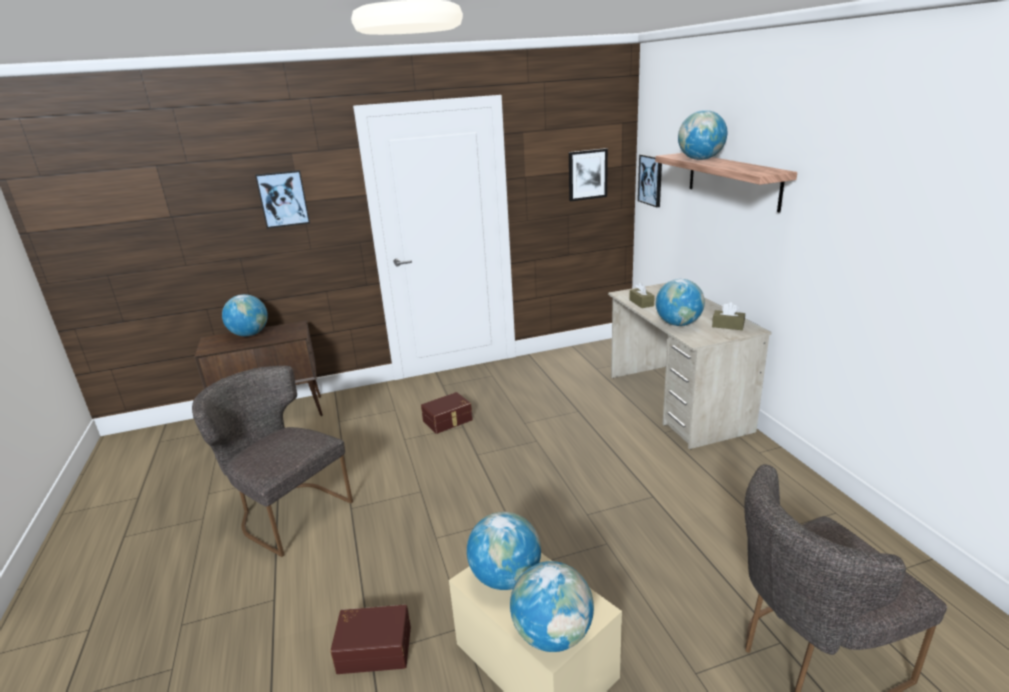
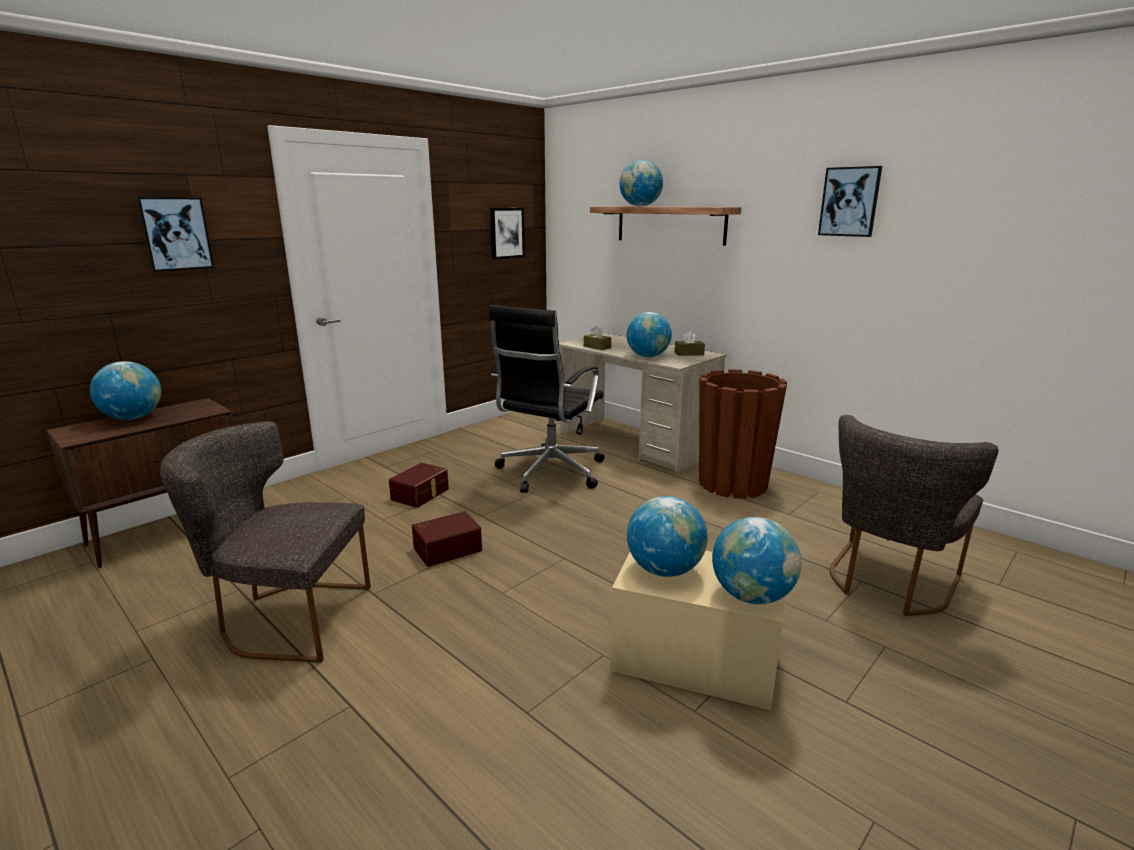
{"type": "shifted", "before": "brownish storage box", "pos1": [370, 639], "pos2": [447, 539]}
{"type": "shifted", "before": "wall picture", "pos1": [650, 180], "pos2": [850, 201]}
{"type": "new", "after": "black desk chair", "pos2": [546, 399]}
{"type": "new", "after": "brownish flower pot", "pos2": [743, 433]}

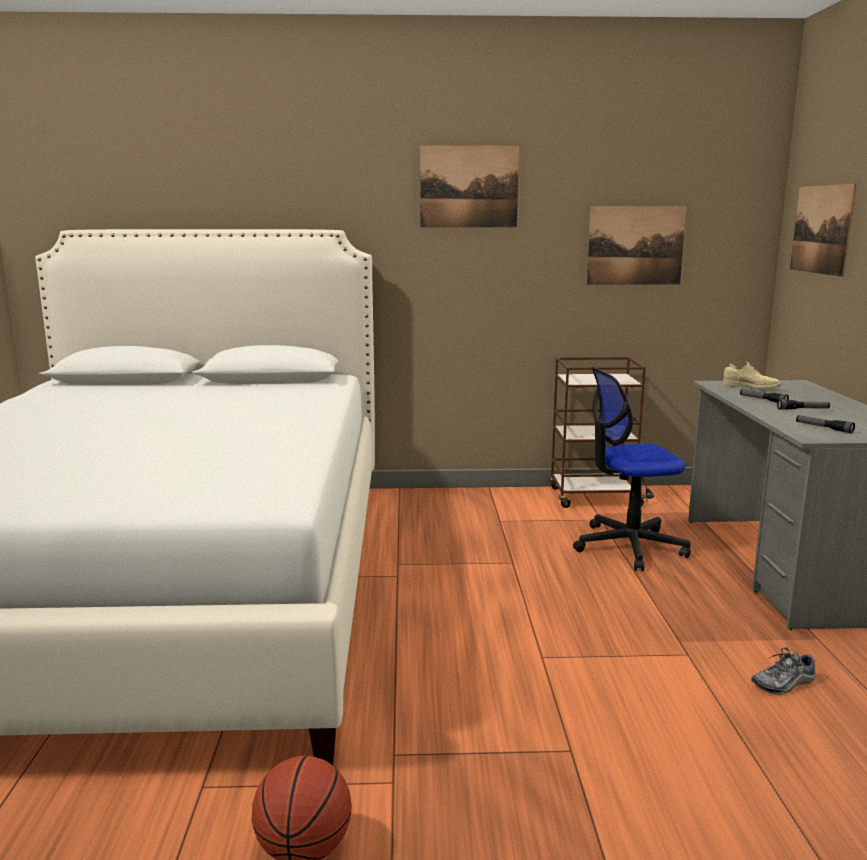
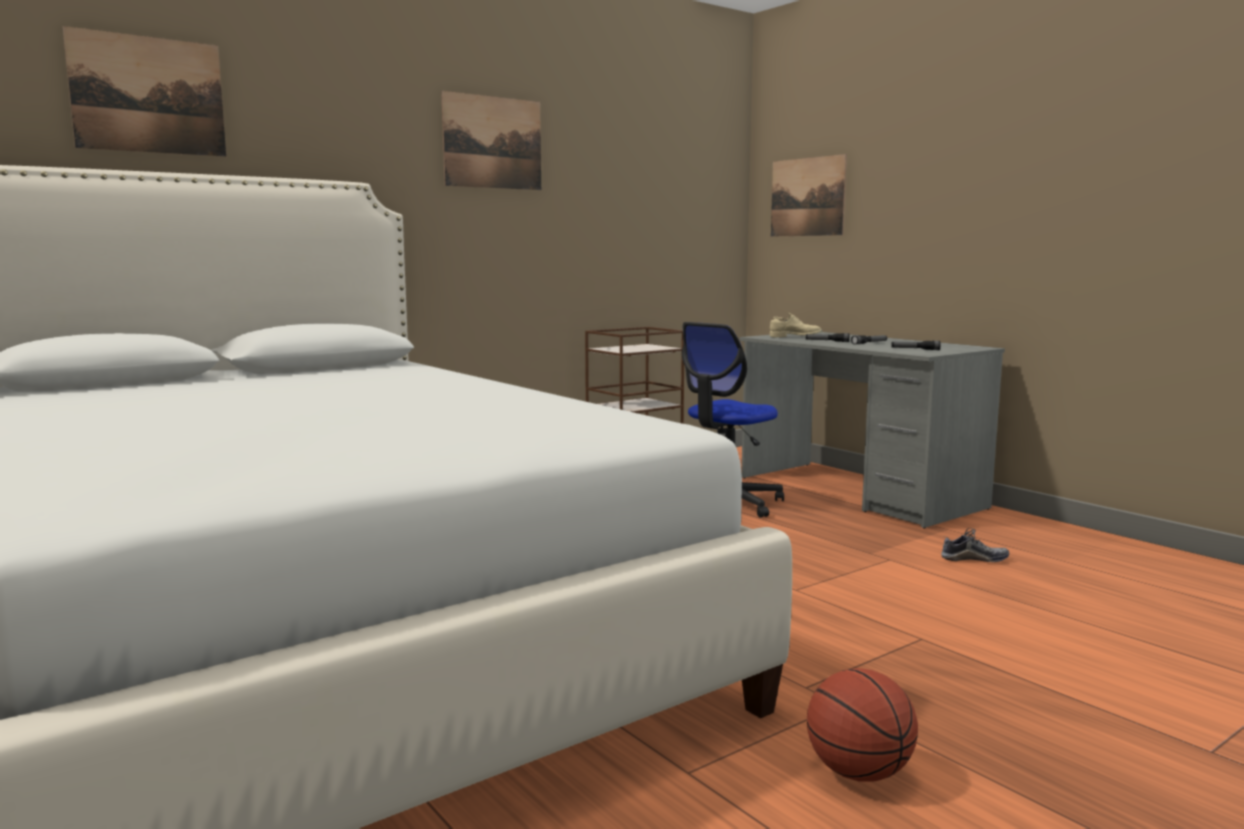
{"type": "shifted", "before": "wall picture", "pos1": [636, 245], "pos2": [144, 91]}
{"type": "rotated", "before": "low shoe", "pos1": [783, 671], "pos2": [975, 545], "turn": -120}

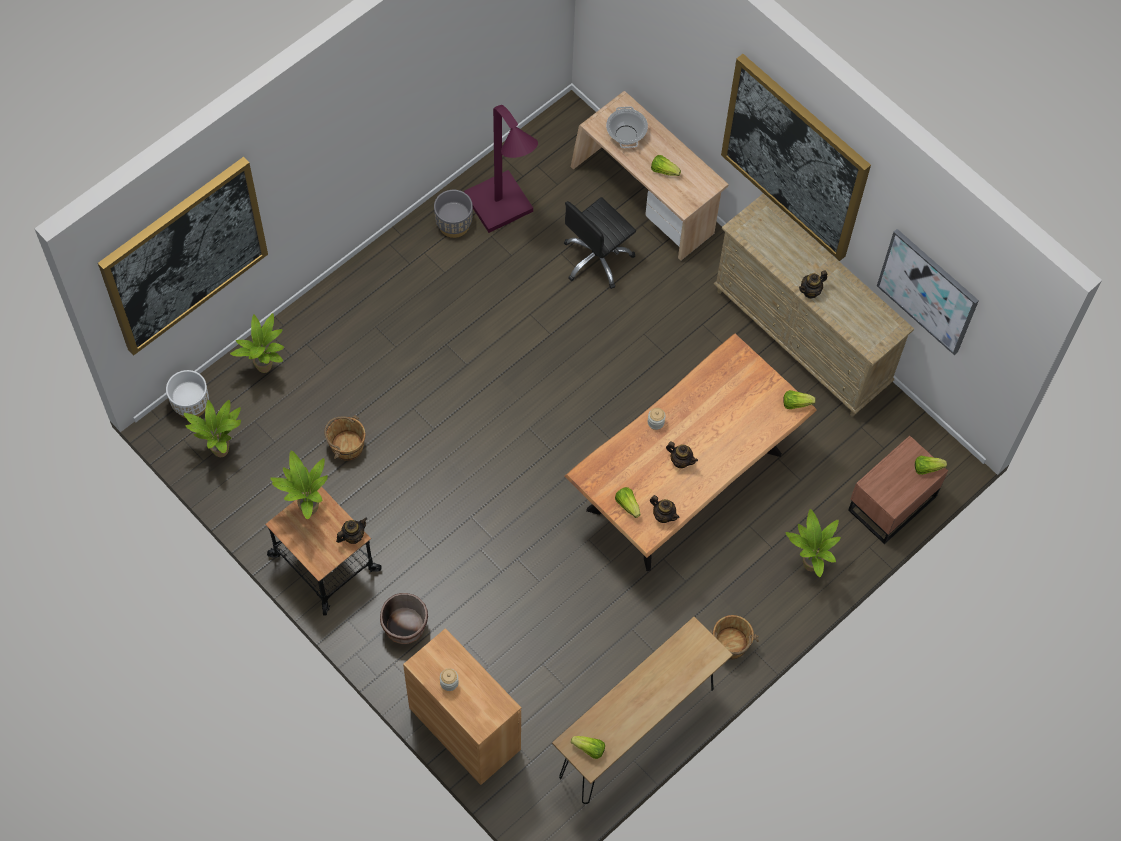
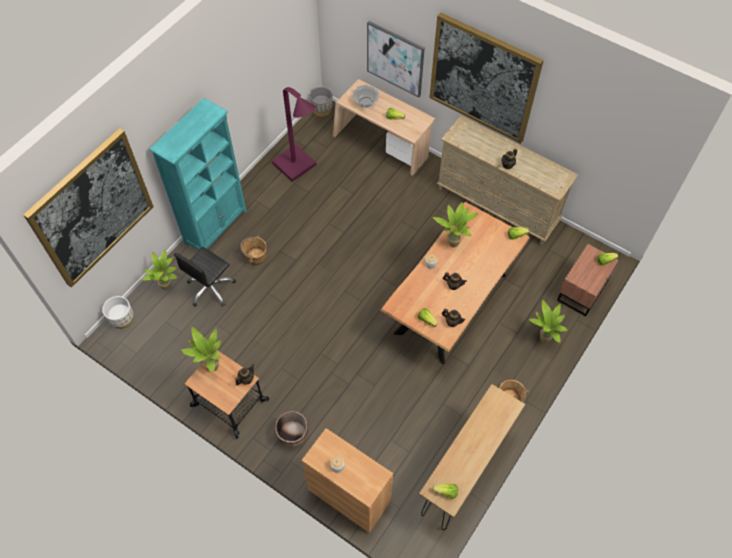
{"type": "shifted", "before": "plant in a pot", "pos1": [212, 428], "pos2": [456, 224]}
{"type": "shifted", "before": "brownish bucket", "pos1": [345, 438], "pos2": [253, 250]}
{"type": "shifted", "before": "grey flower pot", "pos1": [453, 214], "pos2": [321, 102]}
{"type": "shifted", "before": "black desk chair", "pos1": [600, 243], "pos2": [205, 277]}
{"type": "shifted", "before": "wall picture", "pos1": [928, 292], "pos2": [396, 59]}
{"type": "new", "after": "turquoise shelving unit", "pos2": [198, 174]}

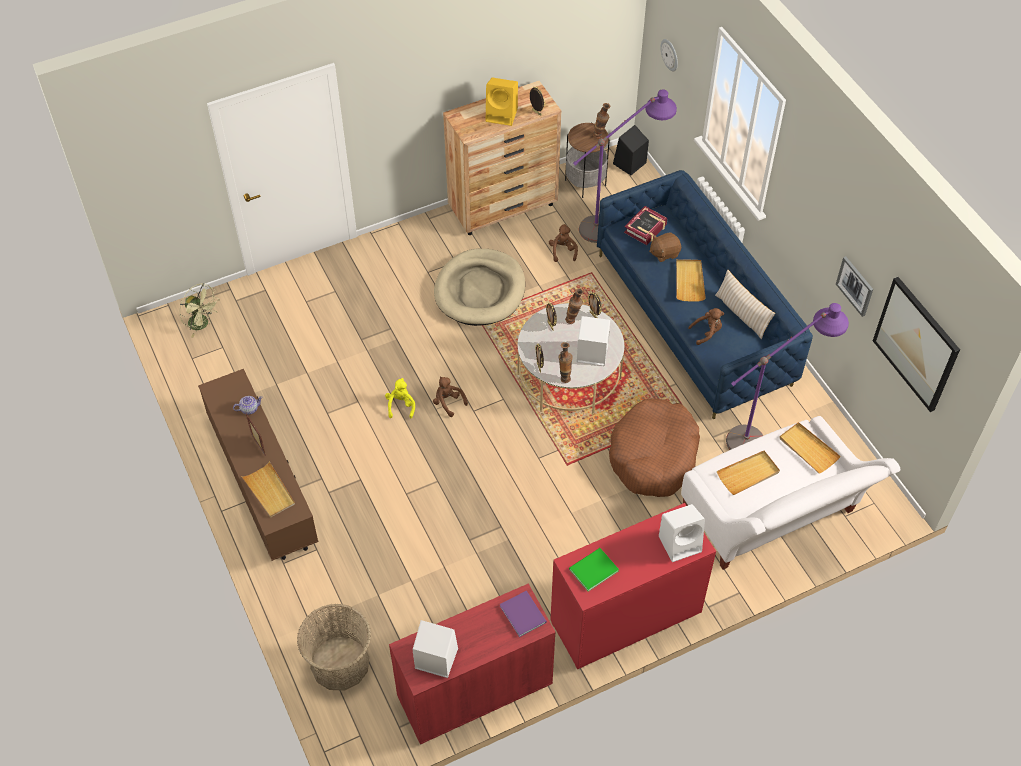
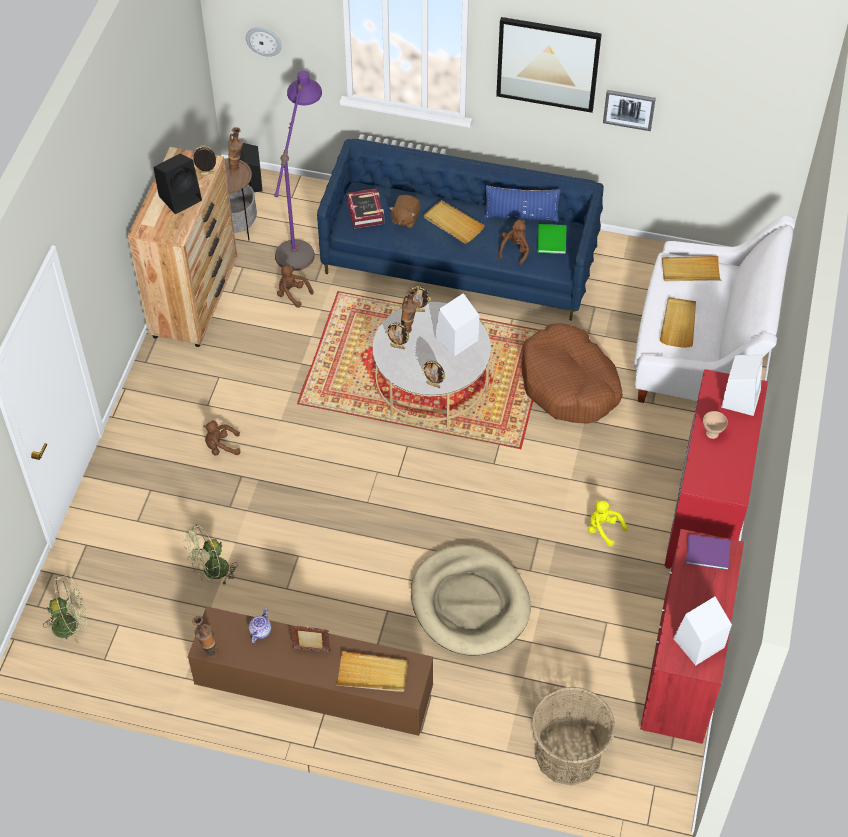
{"type": "shifted", "before": "yellowish soft toy", "pos1": [400, 398], "pos2": [607, 523]}
{"type": "shifted", "before": "brownish soft toy", "pos1": [450, 396], "pos2": [221, 438]}
{"type": "shifted", "before": "beige-coloured pet bed", "pos1": [479, 287], "pos2": [471, 600]}
{"type": "repainted", "before": "yellowish loudspeaker", "after": "black loudspeaker", "pos1": [502, 102], "pos2": [178, 184]}
{"type": "shifted", "before": "flower vase", "pos1": [565, 362], "pos2": [205, 637]}
{"type": "shifted", "before": "green bound book", "pos1": [594, 570], "pos2": [552, 239]}
{"type": "repainted", "before": "beige-coloured pillow", "after": "blue pillow", "pos1": [745, 304], "pos2": [522, 203]}
{"type": "gone", "before": "purplish standard lamp", "pos1": [787, 376]}
{"type": "shifted", "before": "wall picture", "pos1": [916, 344], "pos2": [549, 65]}
{"type": "new", "after": "green fan", "pos2": [210, 554]}
{"type": "new", "after": "beige-coloured bowl", "pos2": [715, 425]}

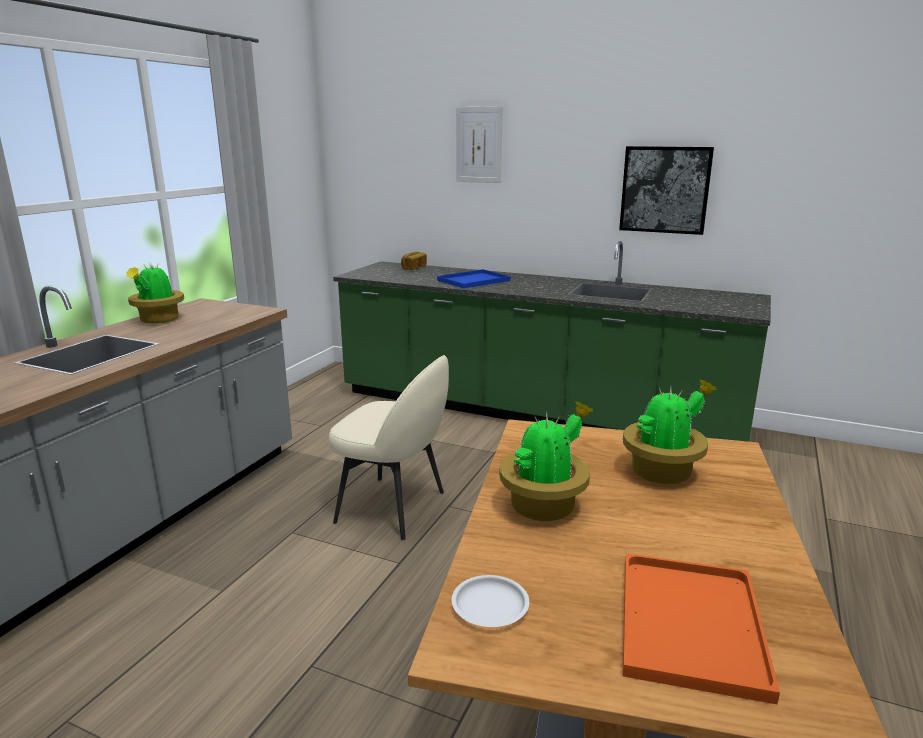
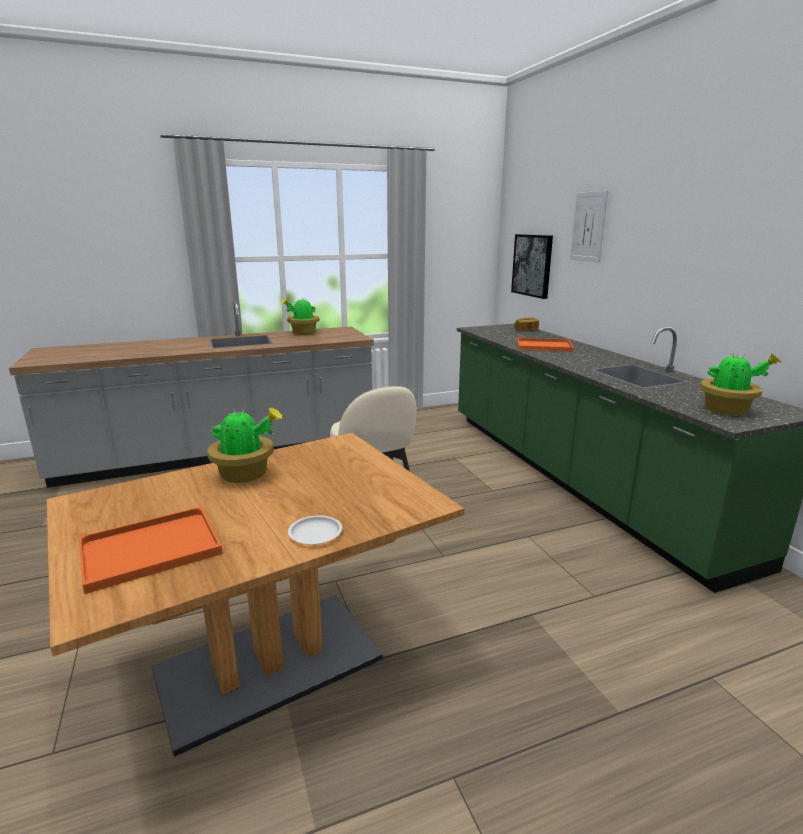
{"type": "repainted", "before": "blue carrying tray", "after": "orange-coloured carrying tray", "pos1": [473, 279], "pos2": [545, 345]}
{"type": "shifted", "before": "white-coloured dinner plate", "pos1": [490, 601], "pos2": [315, 530]}
{"type": "shifted", "before": "wall picture", "pos1": [666, 190], "pos2": [532, 266]}
{"type": "shifted", "before": "plant in a pot", "pos1": [669, 431], "pos2": [740, 383]}

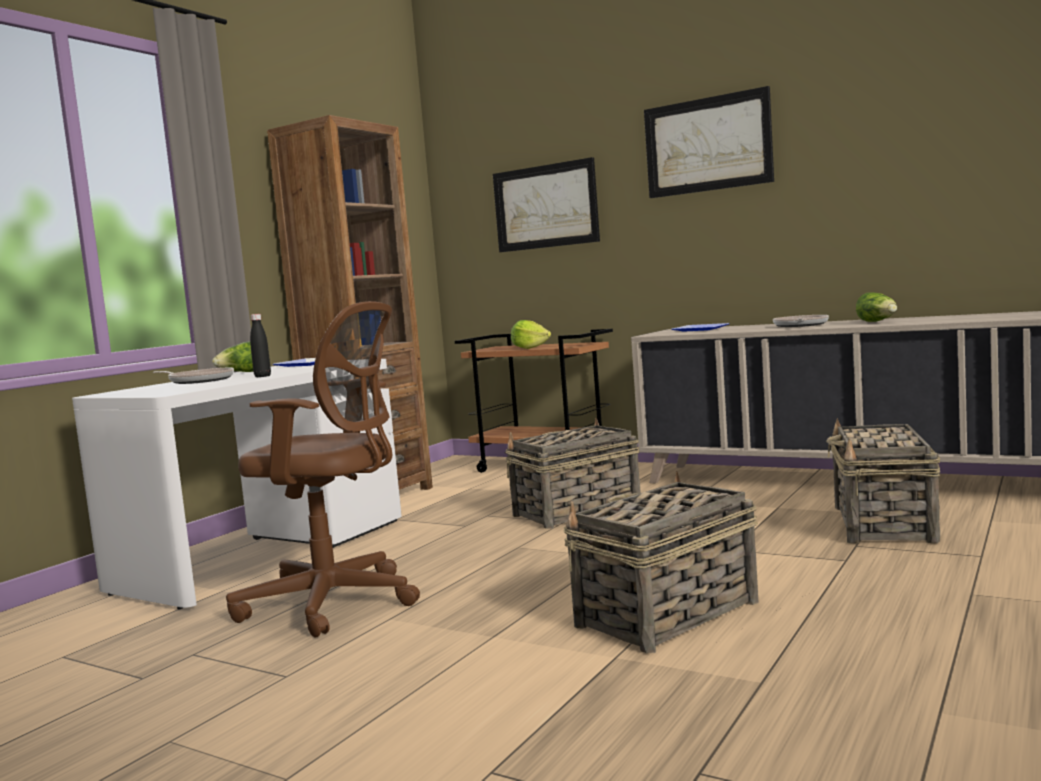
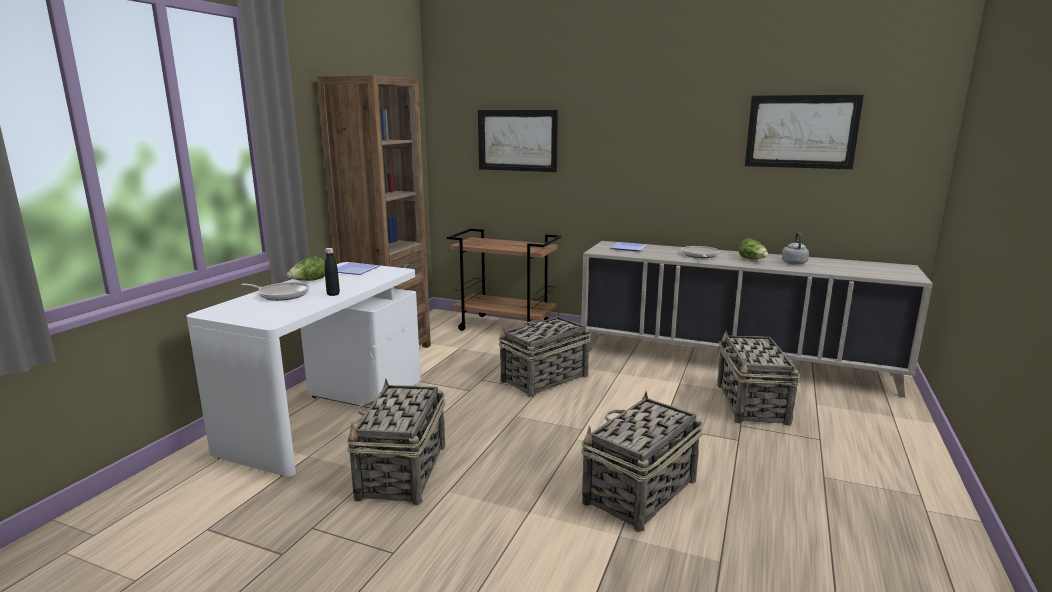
{"type": "swapped", "before": "brownish desk chair", "after": "basket", "pos1": [323, 469], "pos2": [396, 442]}
{"type": "gone", "before": "lettuce head", "pos1": [531, 334]}
{"type": "shifted", "before": "wall picture", "pos1": [709, 142], "pos2": [804, 132]}
{"type": "new", "after": "grey kettle", "pos2": [795, 249]}

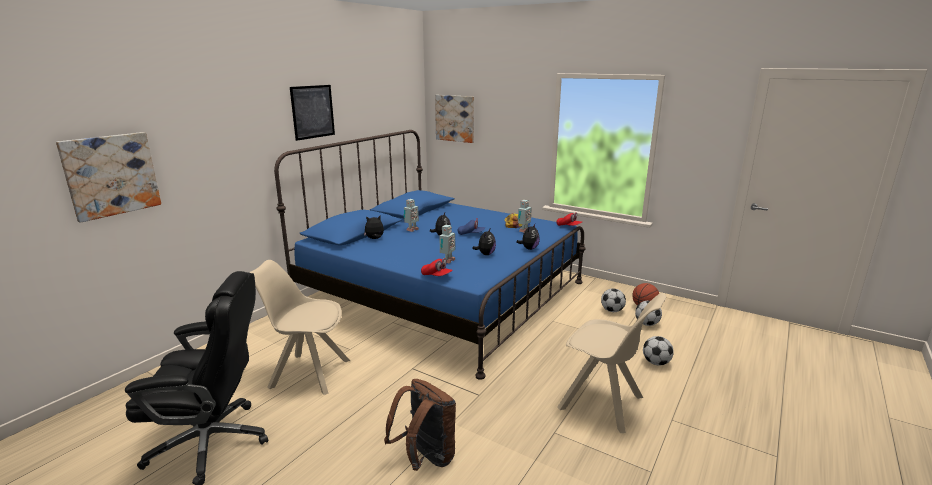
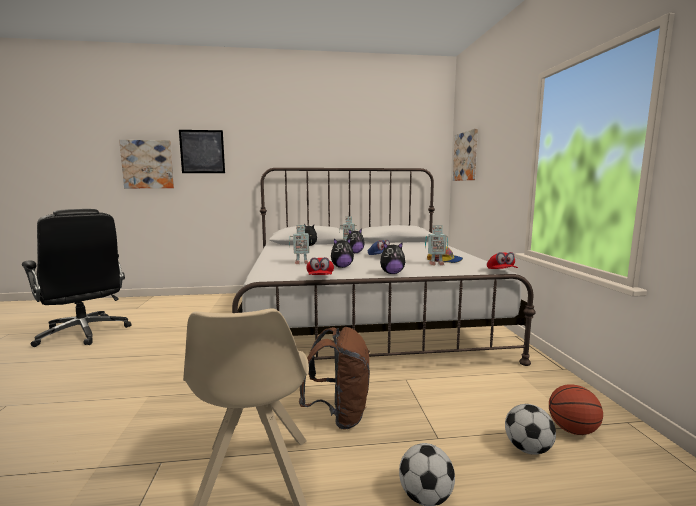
{"type": "gone", "before": "beige-coloured chair", "pos1": [300, 327]}
{"type": "repainted", "before": "blue bedroom bed", "after": "white-coloured bedroom bed", "pos1": [430, 255], "pos2": [384, 267]}
{"type": "shifted", "before": "wall picture", "pos1": [312, 113], "pos2": [202, 151]}
{"type": "shifted", "before": "brownish rucksack", "pos1": [420, 425], "pos2": [334, 378]}
{"type": "shifted", "before": "reddish baseball cap", "pos1": [437, 267], "pos2": [320, 266]}
{"type": "gone", "before": "football", "pos1": [613, 300]}

